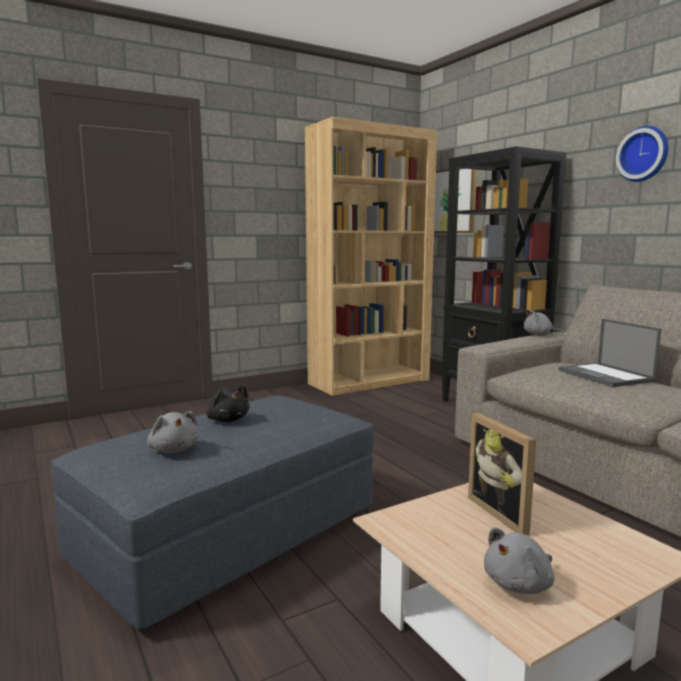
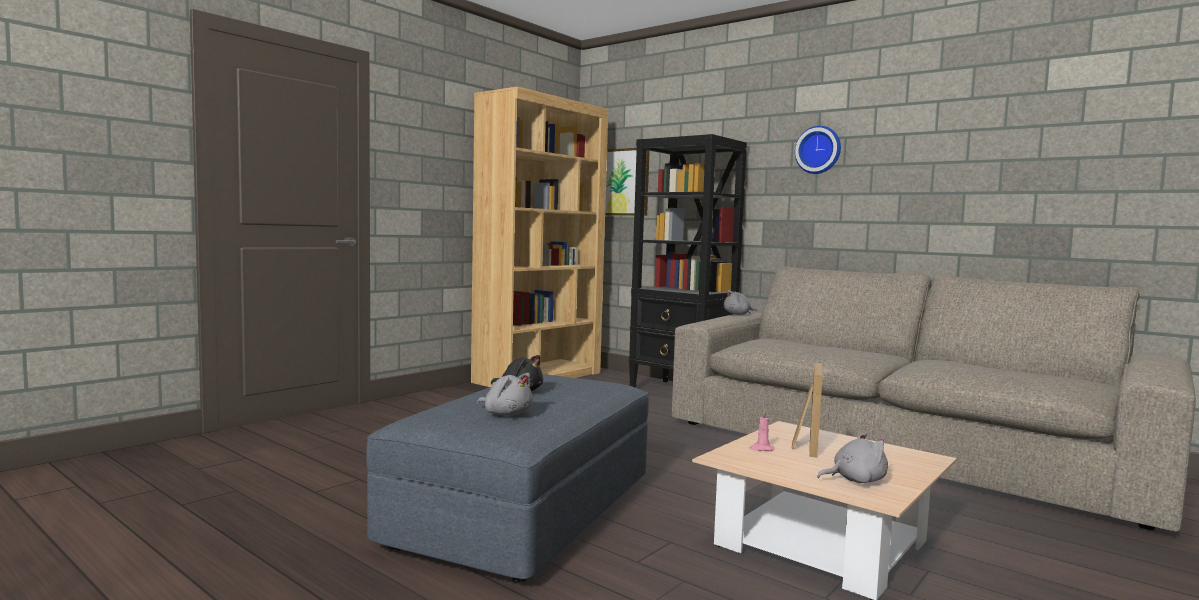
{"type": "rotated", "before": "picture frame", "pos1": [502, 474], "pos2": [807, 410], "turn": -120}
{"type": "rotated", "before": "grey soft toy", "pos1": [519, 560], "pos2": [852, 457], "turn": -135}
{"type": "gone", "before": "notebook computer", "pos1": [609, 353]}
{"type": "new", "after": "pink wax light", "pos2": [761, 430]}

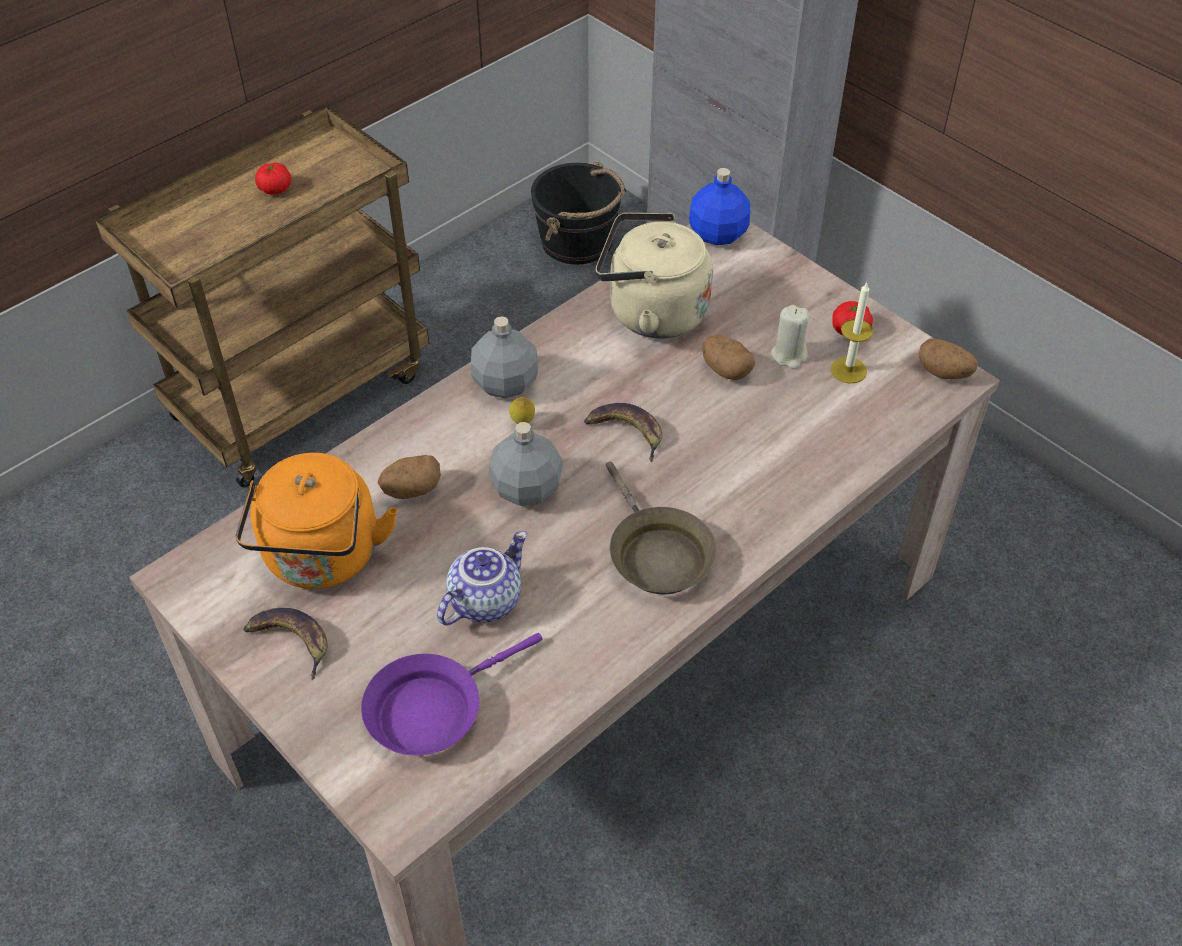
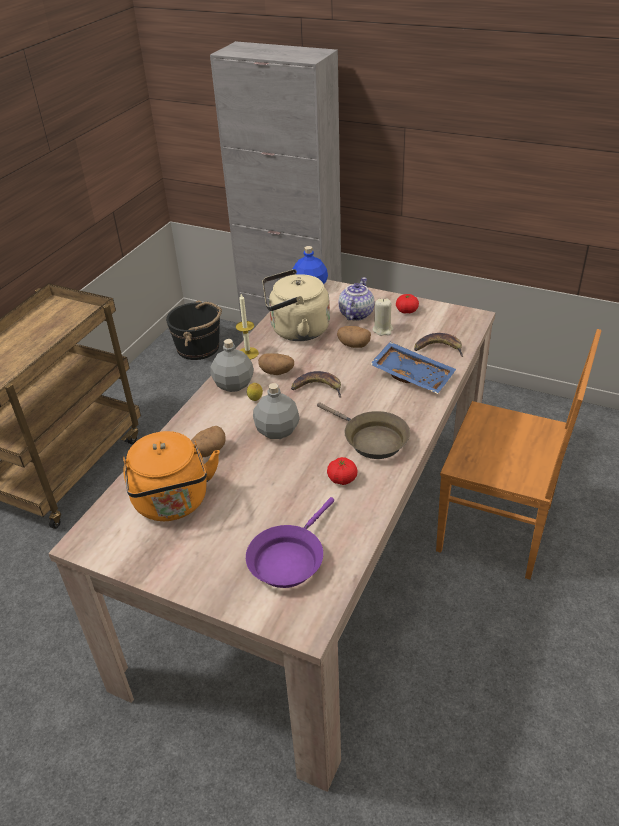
{"type": "shifted", "before": "whole banana", "pos1": [285, 644], "pos2": [438, 345]}
{"type": "shifted", "before": "fresh tomato", "pos1": [273, 179], "pos2": [342, 471]}
{"type": "shifted", "before": "pot for tea", "pos1": [482, 578], "pos2": [356, 299]}
{"type": "shifted", "before": "wax light", "pos1": [852, 333], "pos2": [247, 327]}
{"type": "shifted", "before": "potato", "pos1": [948, 358], "pos2": [276, 364]}
{"type": "new", "after": "blue carrying tray", "pos2": [413, 368]}
{"type": "new", "after": "brownish chair", "pos2": [519, 454]}

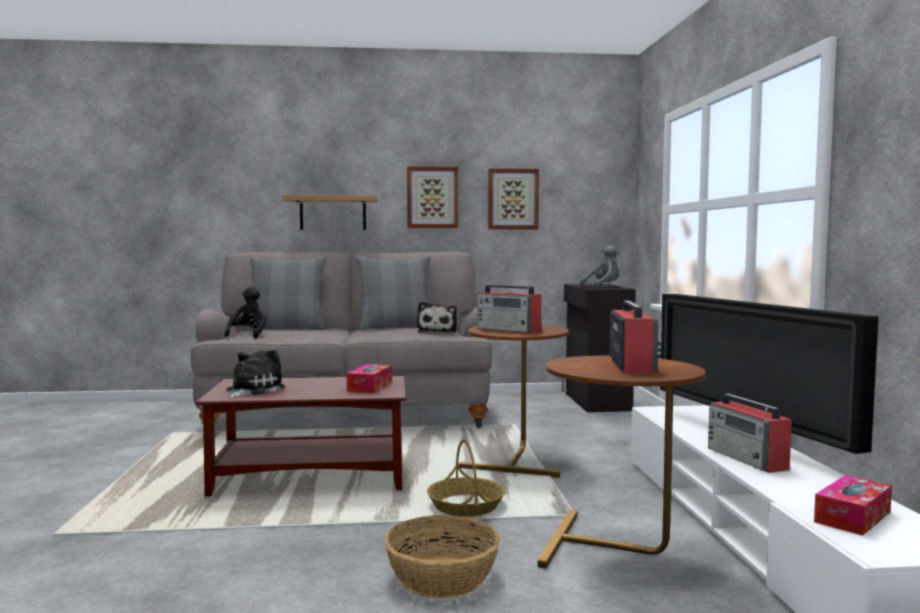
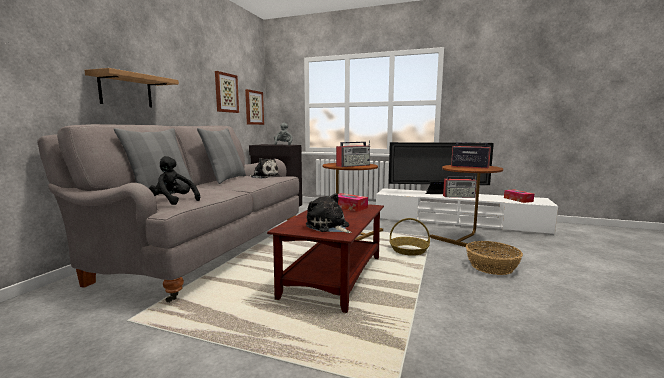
{"type": "shifted", "before": "wall picture", "pos1": [432, 197], "pos2": [254, 107]}

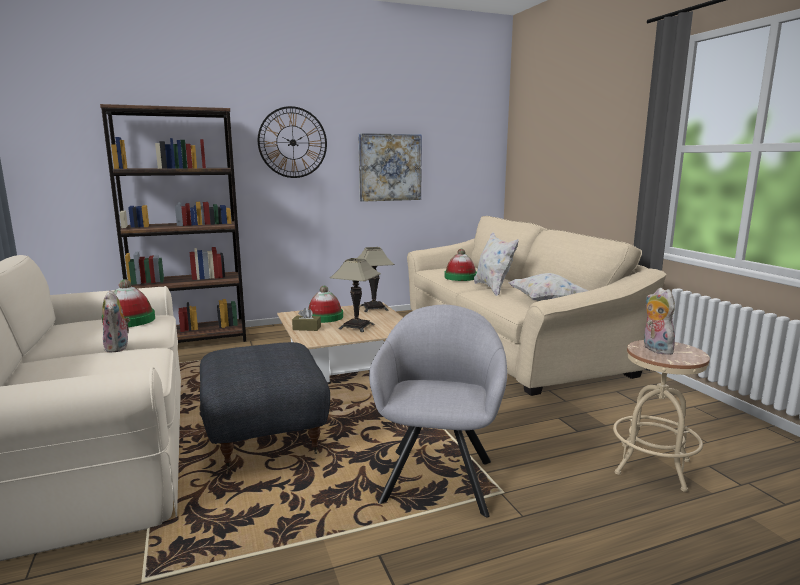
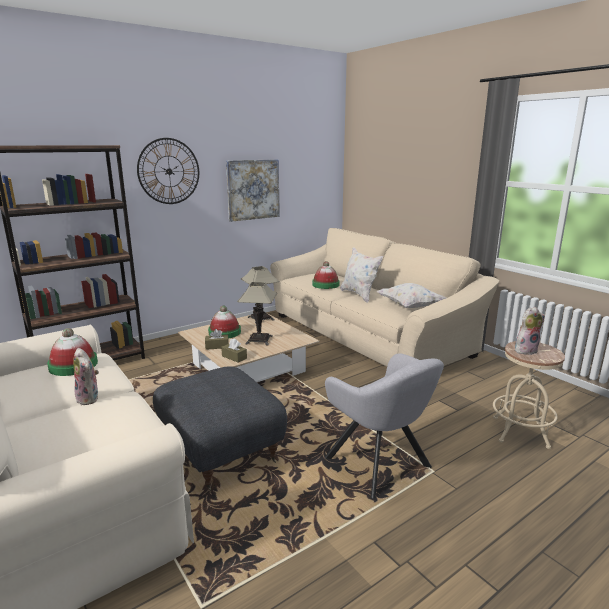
{"type": "rotated", "before": "grey easy chair", "pos1": [438, 411], "pos2": [384, 425], "turn": 150}
{"type": "rotated", "before": "soft toy", "pos1": [659, 321], "pos2": [530, 331], "turn": 105}
{"type": "new", "after": "brownish tissue box", "pos2": [234, 350]}

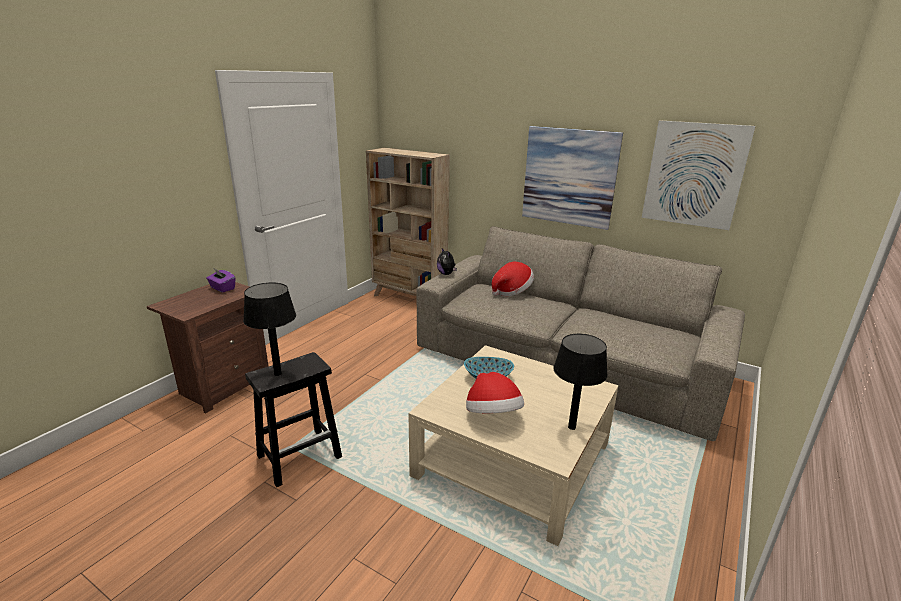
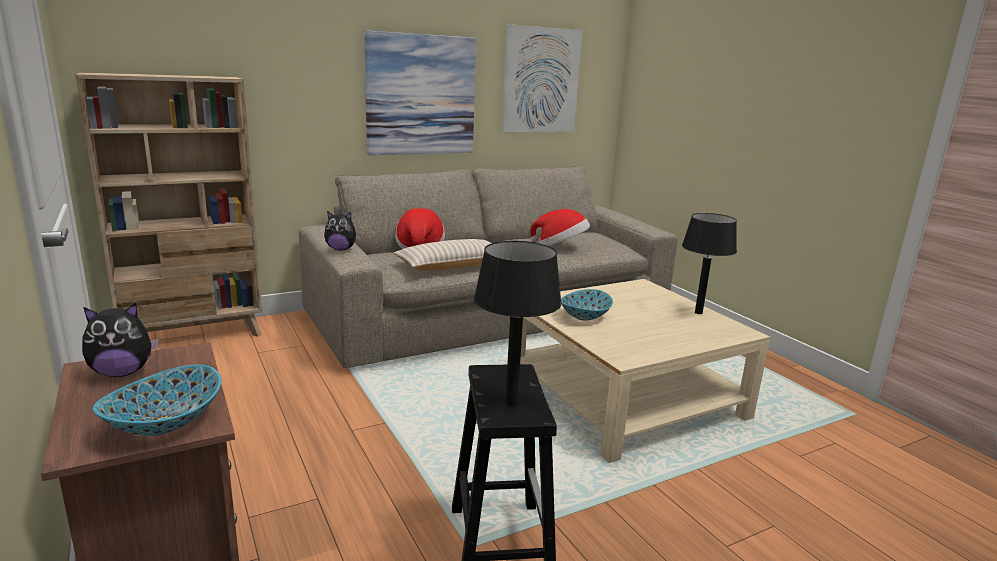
{"type": "swapped", "before": "purplish tissue box", "after": "soft toy", "pos1": [220, 280], "pos2": [120, 340]}
{"type": "shifted", "before": "hat", "pos1": [495, 392], "pos2": [560, 227]}
{"type": "new", "after": "bowl", "pos2": [157, 400]}
{"type": "new", "after": "beige-coloured pillow", "pos2": [442, 255]}

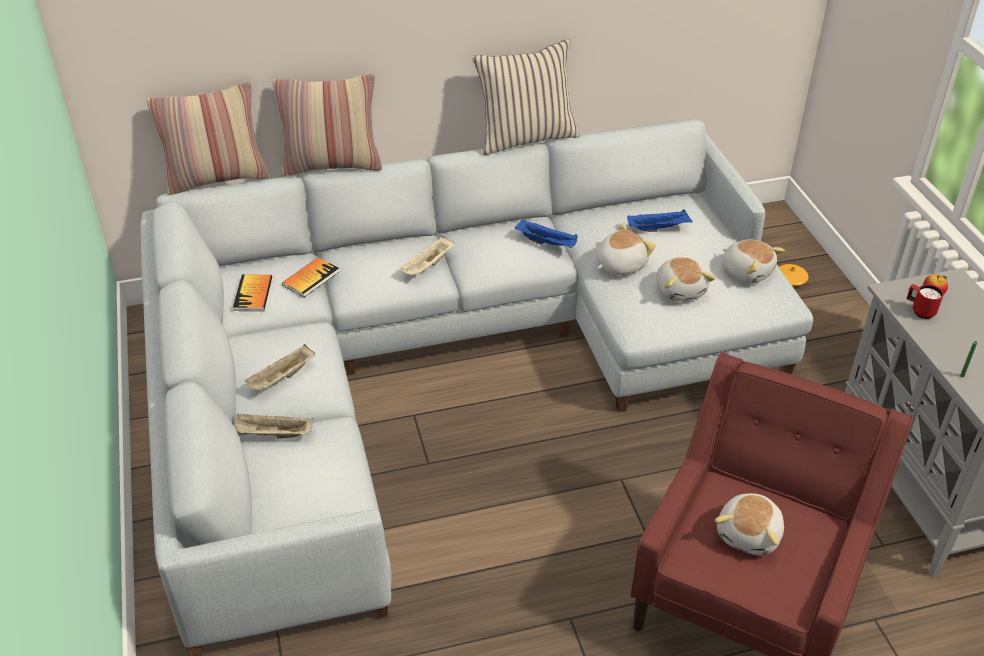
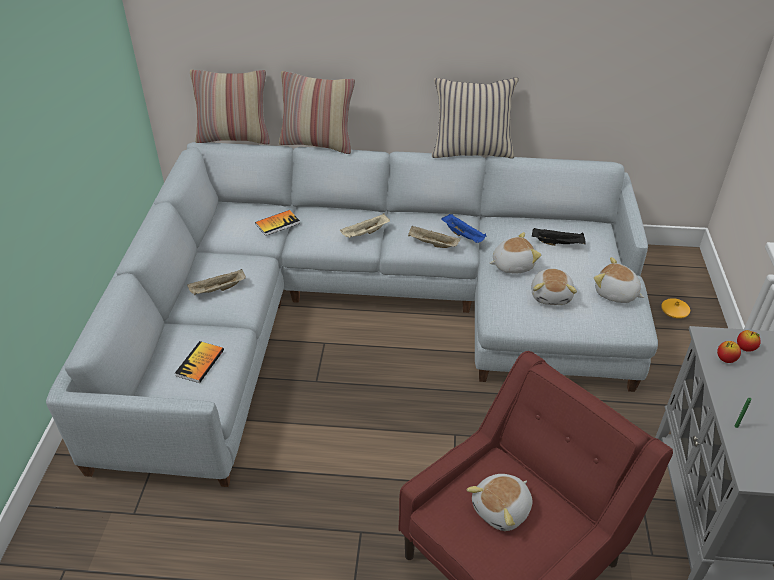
{"type": "shifted", "before": "bound book", "pos1": [252, 293], "pos2": [199, 362]}
{"type": "shifted", "before": "beige-coloured carrying tray", "pos1": [274, 426], "pos2": [434, 236]}
{"type": "repainted", "before": "blue carrying tray", "after": "black carrying tray", "pos1": [660, 220], "pos2": [559, 237]}
{"type": "rotated", "before": "soft toy", "pos1": [754, 261], "pos2": [619, 280], "turn": 150}
{"type": "swapped", "before": "reddish coffee mug", "after": "apple", "pos1": [925, 301], "pos2": [729, 352]}

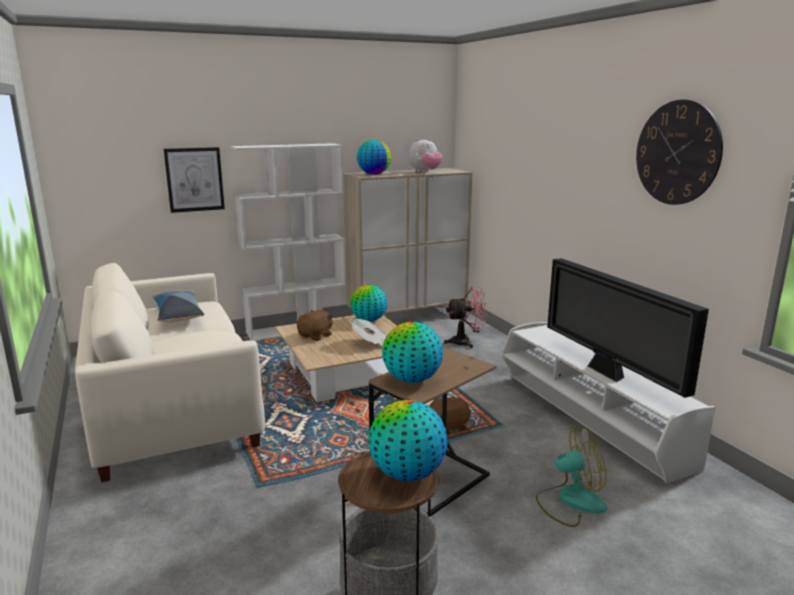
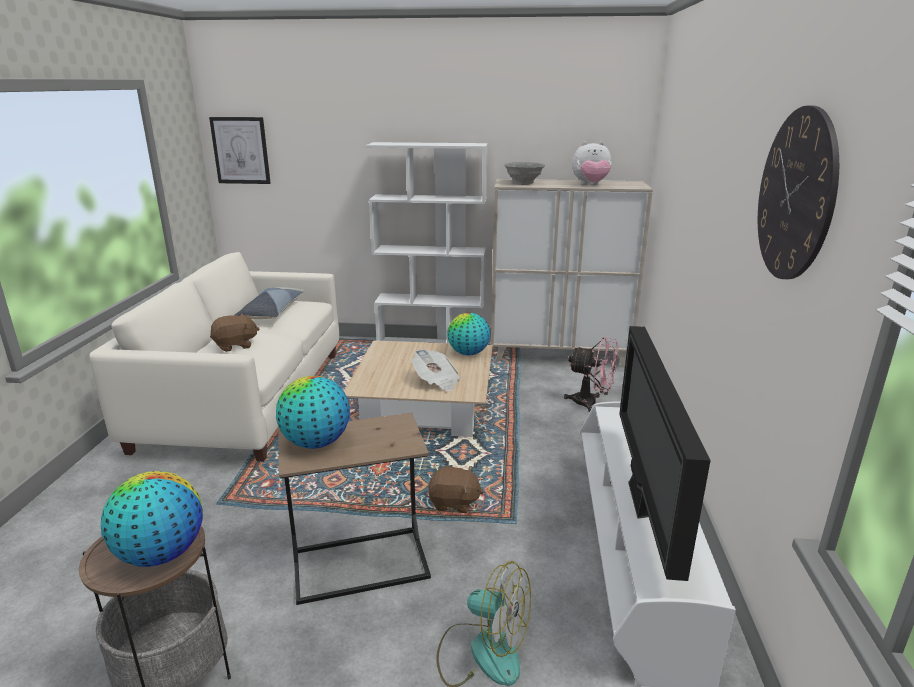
{"type": "shifted", "before": "wall picture", "pos1": [194, 180], "pos2": [240, 150]}
{"type": "shifted", "before": "brownish soft toy", "pos1": [315, 325], "pos2": [234, 333]}
{"type": "swapped", "before": "world globe", "after": "grey bowl", "pos1": [374, 157], "pos2": [524, 173]}

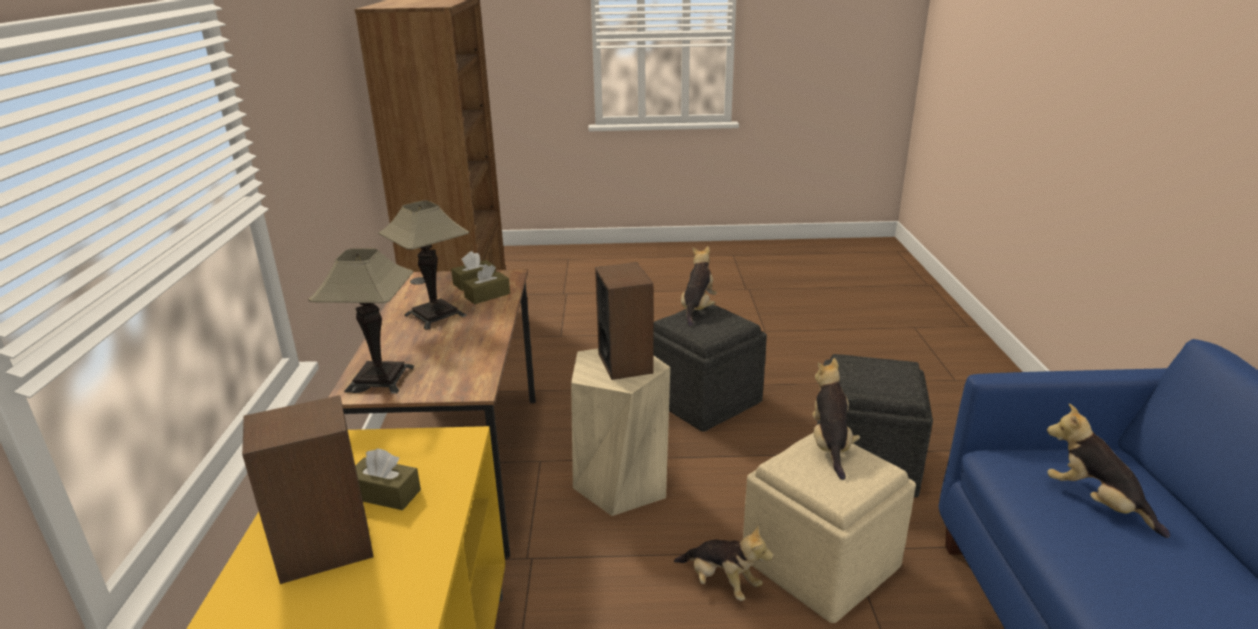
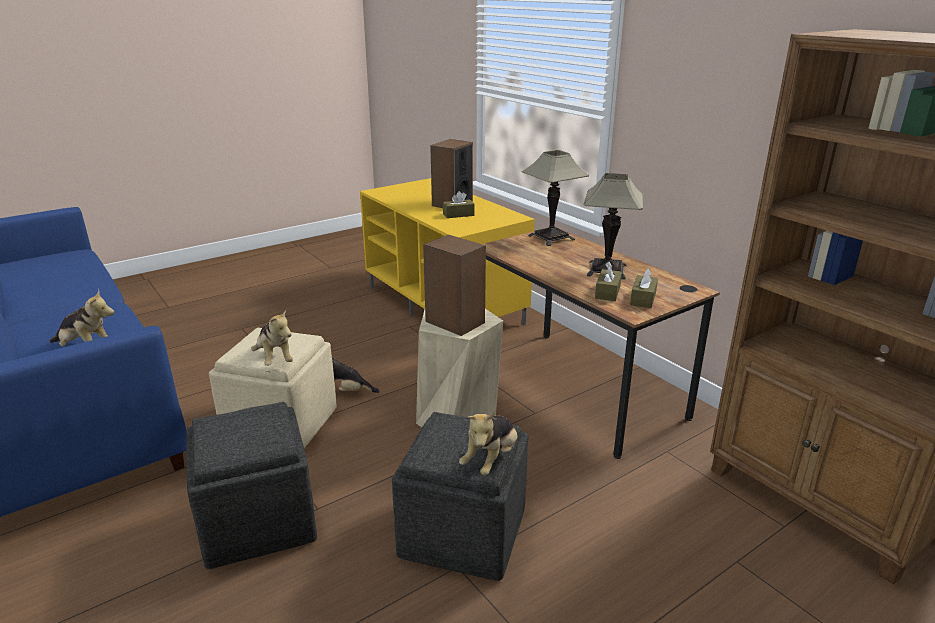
{"type": "rotated", "before": "soft toy", "pos1": [699, 286], "pos2": [488, 444], "turn": 45}

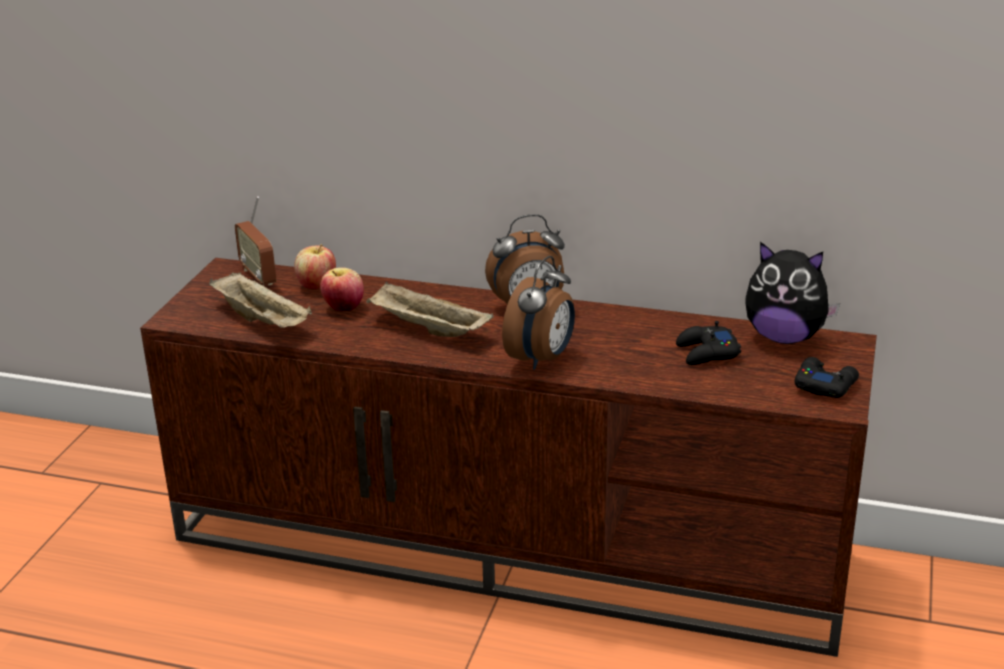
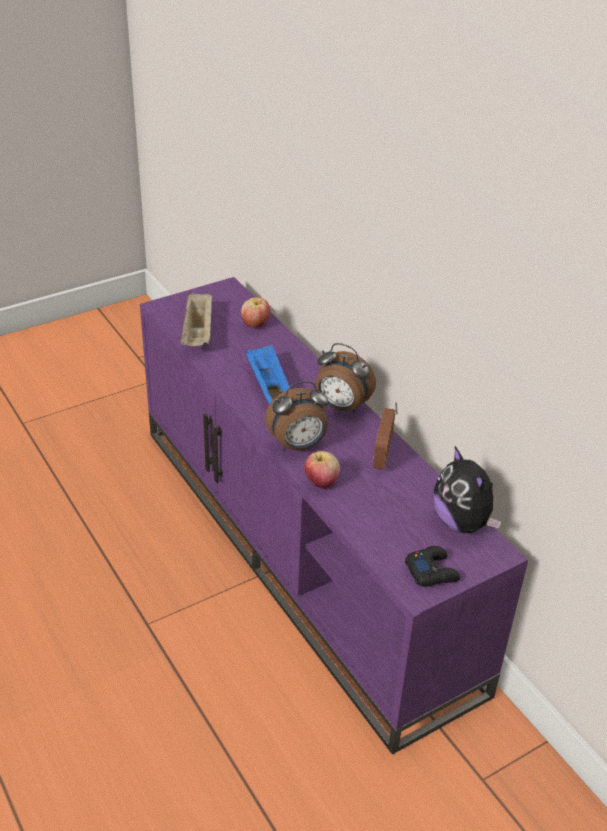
{"type": "repainted", "before": "brownish tv unit", "after": "purplish tv unit", "pos1": [508, 457], "pos2": [334, 515]}
{"type": "shifted", "before": "radio set", "pos1": [255, 241], "pos2": [385, 435]}
{"type": "shifted", "before": "apple", "pos1": [342, 289], "pos2": [322, 470]}
{"type": "repainted", "before": "beige-coloured carrying tray", "after": "blue carrying tray", "pos1": [430, 309], "pos2": [268, 374]}
{"type": "gone", "before": "black joypad", "pos1": [708, 343]}

